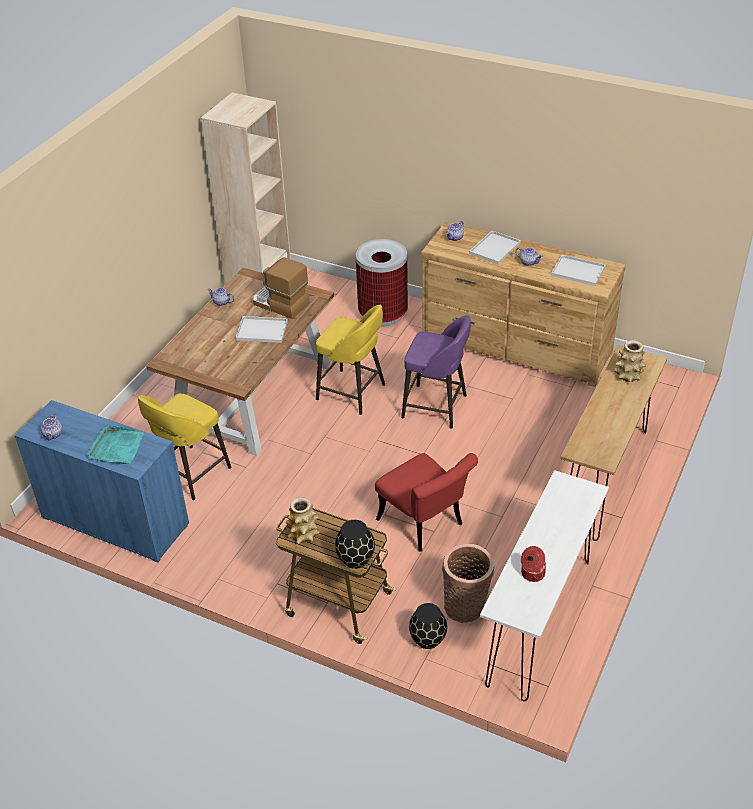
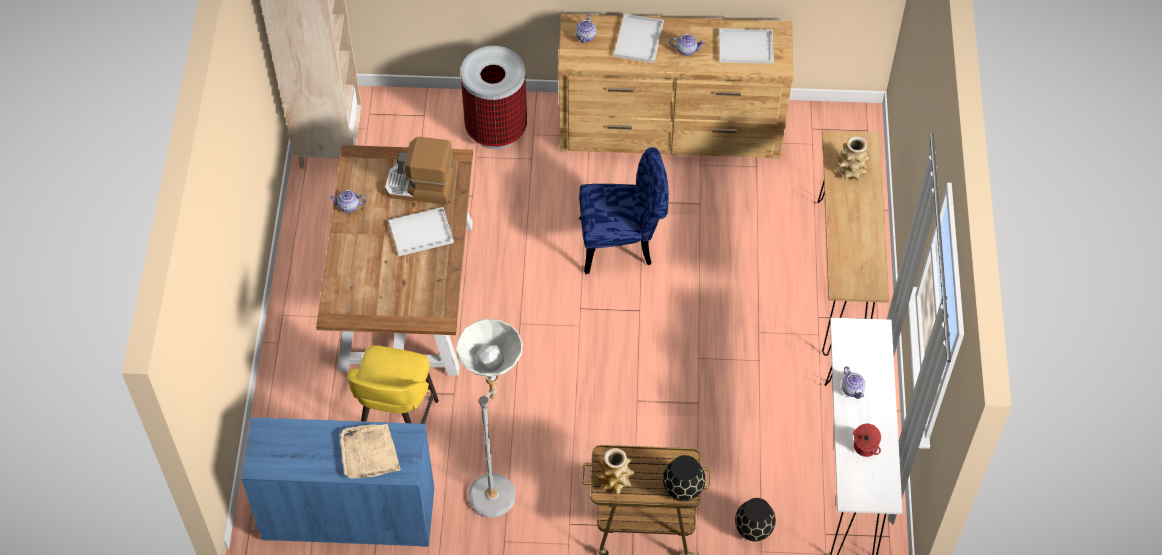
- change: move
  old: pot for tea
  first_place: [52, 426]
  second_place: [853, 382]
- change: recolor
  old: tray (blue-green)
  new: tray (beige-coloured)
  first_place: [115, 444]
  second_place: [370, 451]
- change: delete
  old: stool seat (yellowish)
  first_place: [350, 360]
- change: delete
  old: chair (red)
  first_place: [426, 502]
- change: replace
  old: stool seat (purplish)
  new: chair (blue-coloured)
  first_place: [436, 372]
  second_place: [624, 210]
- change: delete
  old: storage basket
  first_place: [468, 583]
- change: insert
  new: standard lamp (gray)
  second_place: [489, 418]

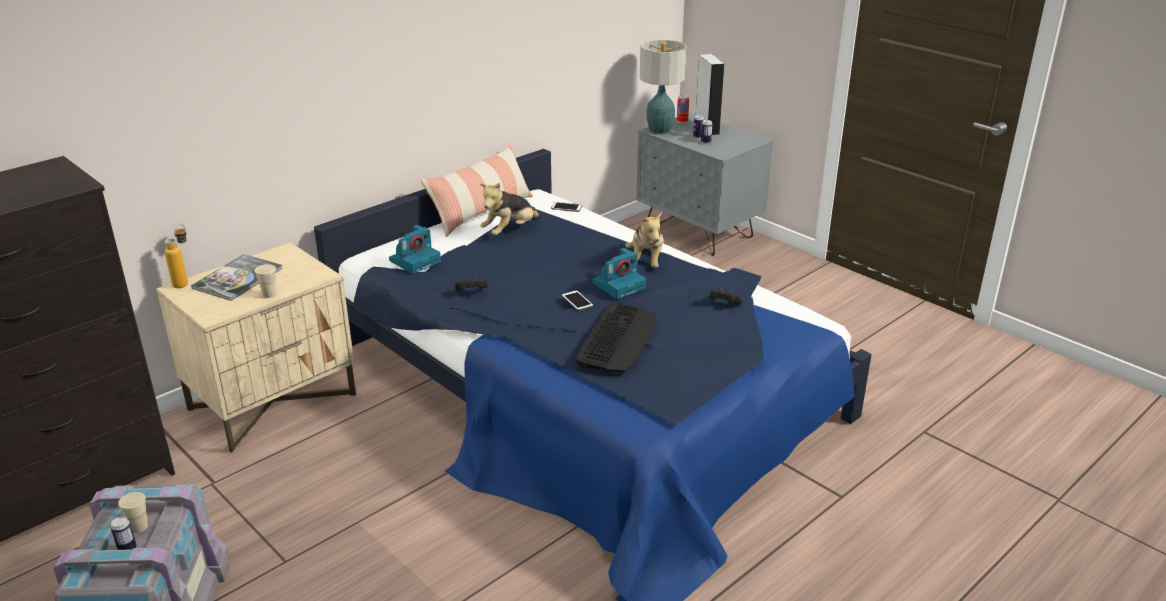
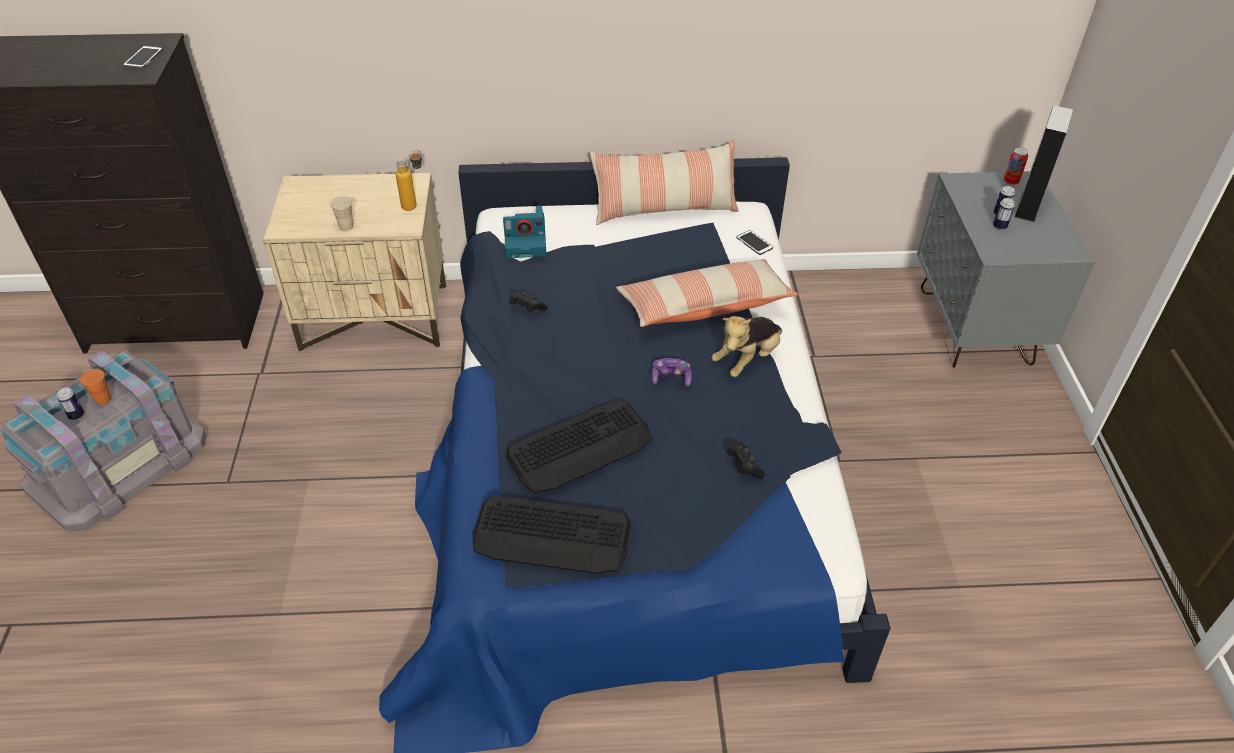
- change: recolor
  old: small cup (beige-coloured)
  new: small cup (orange)
  first_place: [133, 512]
  second_place: [95, 387]
- change: move
  old: beverage bottle
  first_place: [176, 256]
  second_place: [409, 180]
- change: delete
  old: volume
  first_place: [237, 277]
- change: delete
  old: plush toy
  first_place: [510, 209]
- change: move
  old: telephone
  first_place: [577, 300]
  second_place: [143, 57]
- change: replace
  old: photo camera
  new: joypad
  first_place: [619, 273]
  second_place: [671, 372]
- change: delete
  old: tabletop lamp
  first_place: [663, 87]
- change: insert
  new: PC keyboard
  second_place: [551, 535]
- change: insert
  new: throw pillow
  second_place: [707, 293]

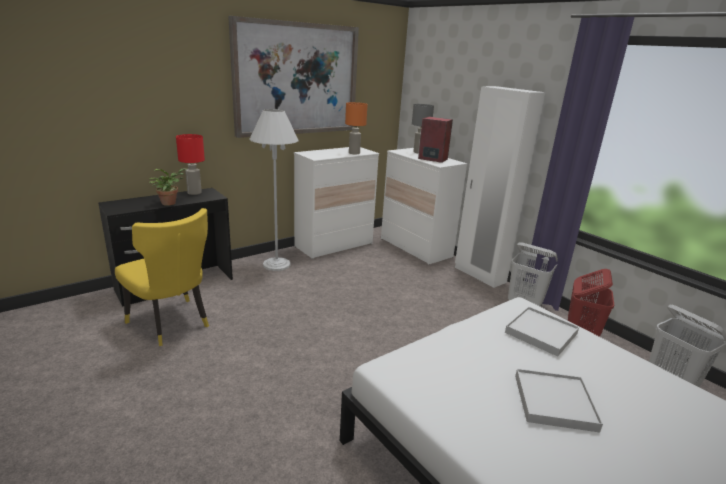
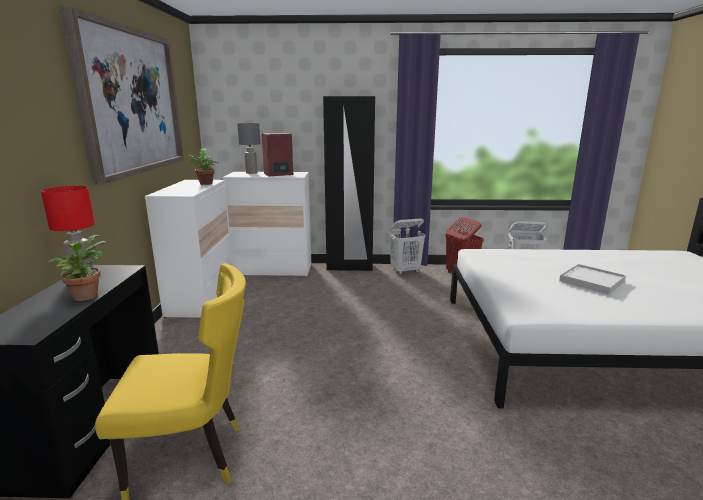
- change: delete
  old: standard lamp (whitish)
  first_place: [274, 190]
- change: replace
  old: tabletop lamp (orange)
  new: plant in a pot
  first_place: [356, 128]
  second_place: [202, 167]
- change: recolor
  old: armoire (whitish)
  new: armoire (black-coloured)
  first_place: [500, 187]
  second_place: [349, 183]
- change: delete
  old: tray (whitish)
  first_place: [542, 332]

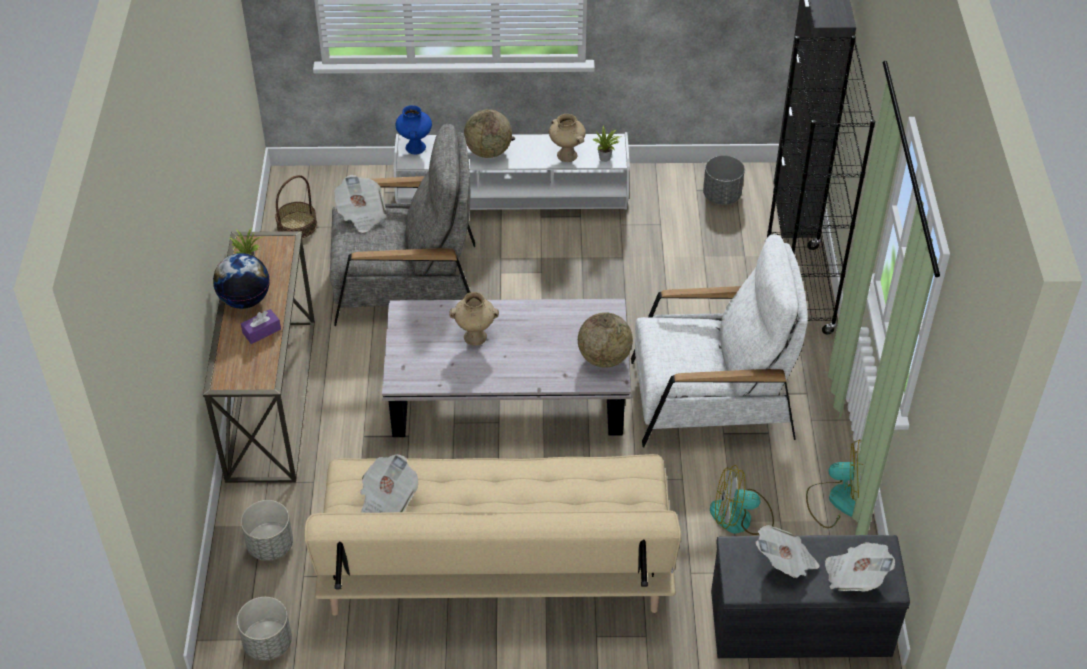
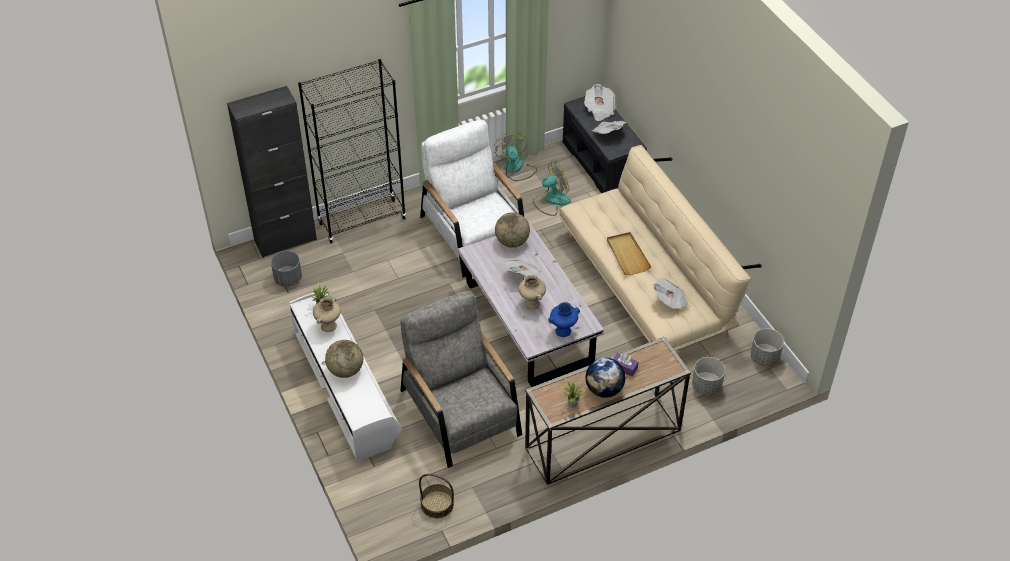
- change: move
  old: newspaper
  first_place: [360, 204]
  second_place: [522, 268]
- change: move
  old: decorative vase (blue-coloured)
  first_place: [414, 129]
  second_place: [564, 319]
- change: rotate
  old: electric fan
  first_place: [742, 500]
  second_place: [552, 188]
  degrees: -90
- change: insert
  new: tray (beige-coloured)
  second_place: [629, 253]

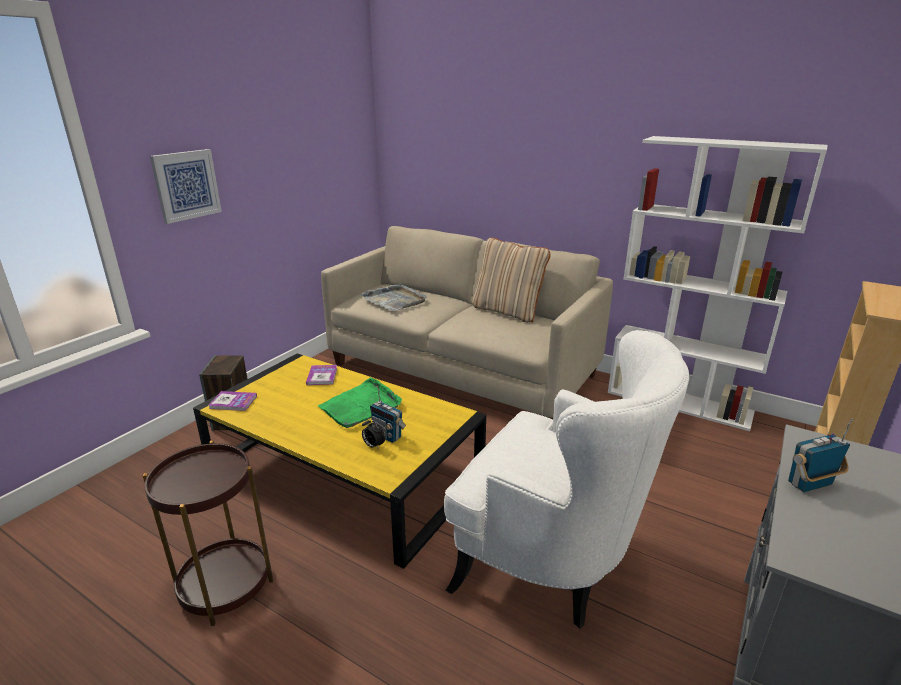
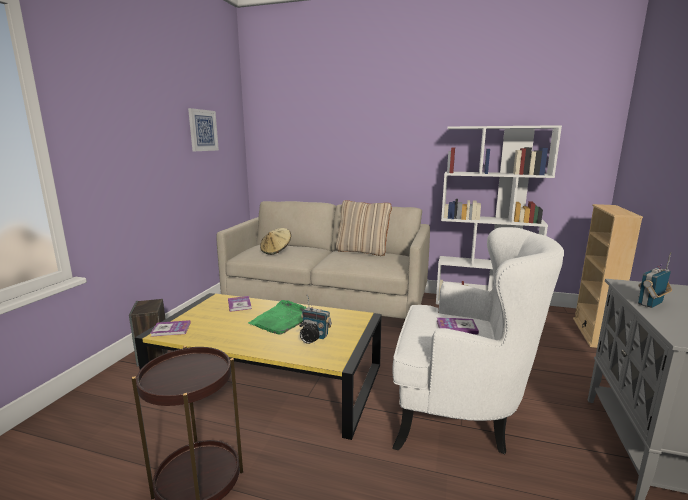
- change: move
  old: picture
  first_place: [186, 186]
  second_place: [203, 129]
- change: replace
  old: tray (gray)
  new: hat (beige-coloured)
  first_place: [394, 297]
  second_place: [275, 241]
- change: insert
  new: volume
  second_place: [458, 326]

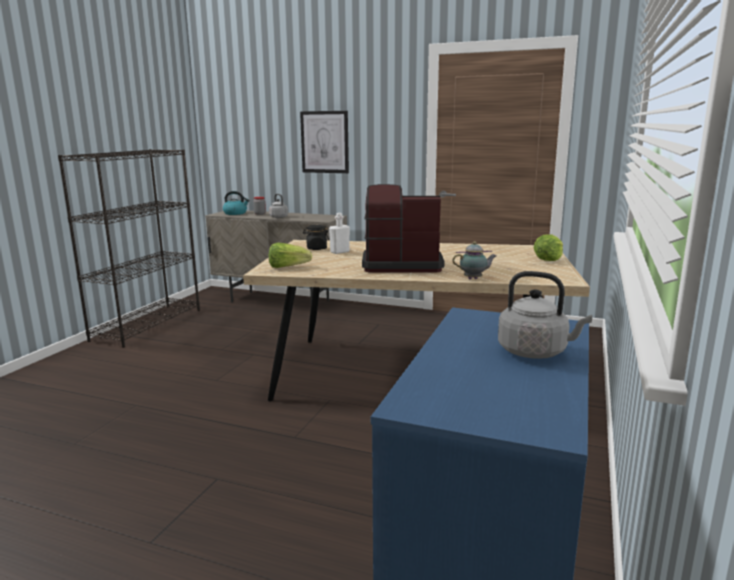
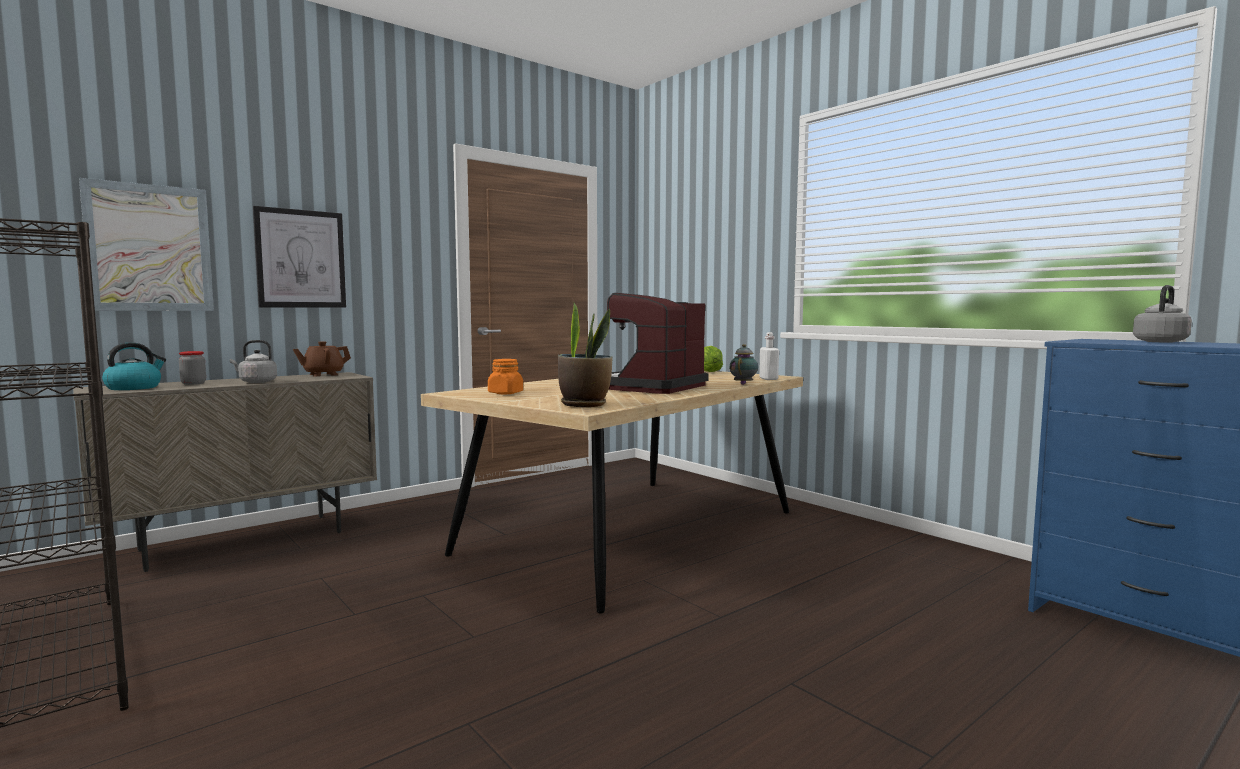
- change: replace
  old: lettuce head
  new: plant in a pot
  first_place: [290, 255]
  second_place: [585, 355]
- change: recolor
  old: preserve jar (black-coloured)
  new: preserve jar (orange)
  first_place: [316, 237]
  second_place: [505, 376]
- change: move
  old: beverage bottle (whitish)
  first_place: [339, 233]
  second_place: [769, 356]
- change: insert
  new: picture
  second_place: [146, 244]
- change: insert
  new: pot for tea (brownish)
  second_place: [322, 358]

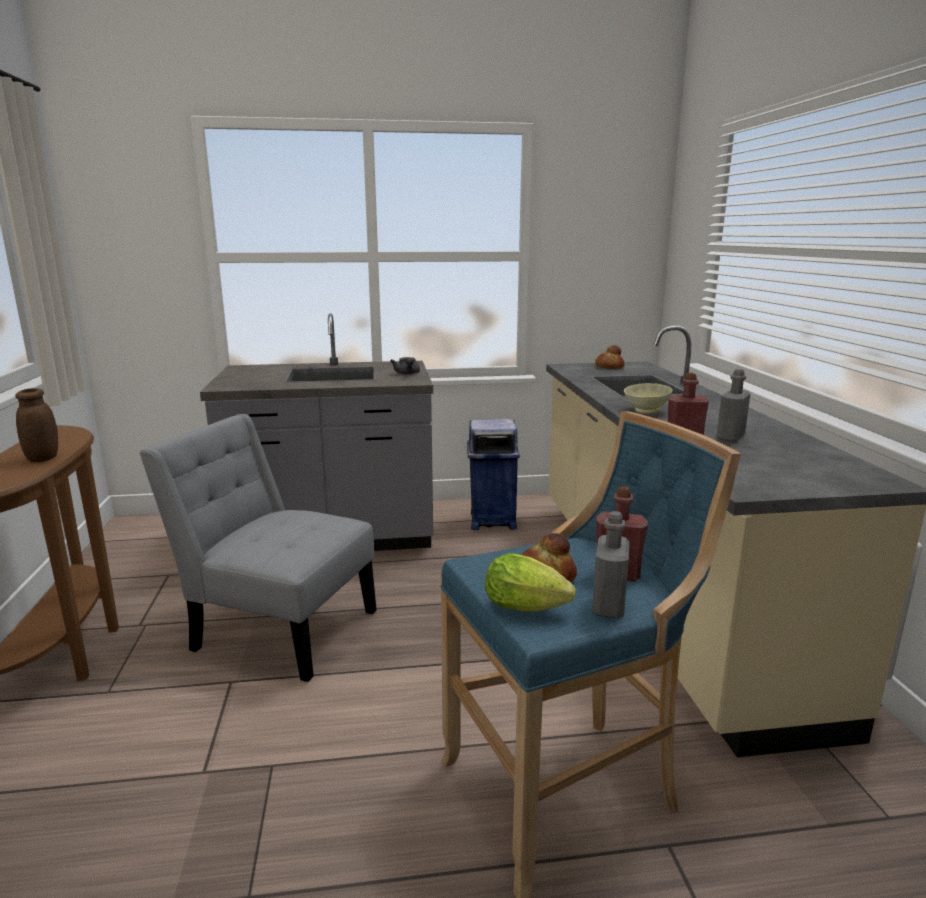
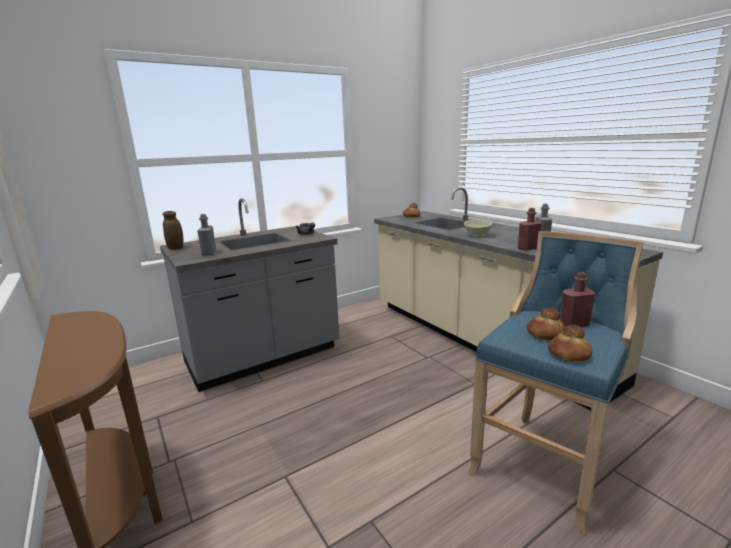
- change: move
  old: preserve jar (brownish)
  first_place: [36, 425]
  second_place: [173, 230]
- change: delete
  old: chair (gray)
  first_place: [258, 548]
- change: delete
  old: rubbish bin (blue-coloured)
  first_place: [493, 474]
- change: replace
  old: lettuce head
  new: bread
  first_place: [530, 582]
  second_place: [570, 343]
- change: move
  old: beverage bottle (gray)
  first_place: [610, 564]
  second_place: [207, 234]

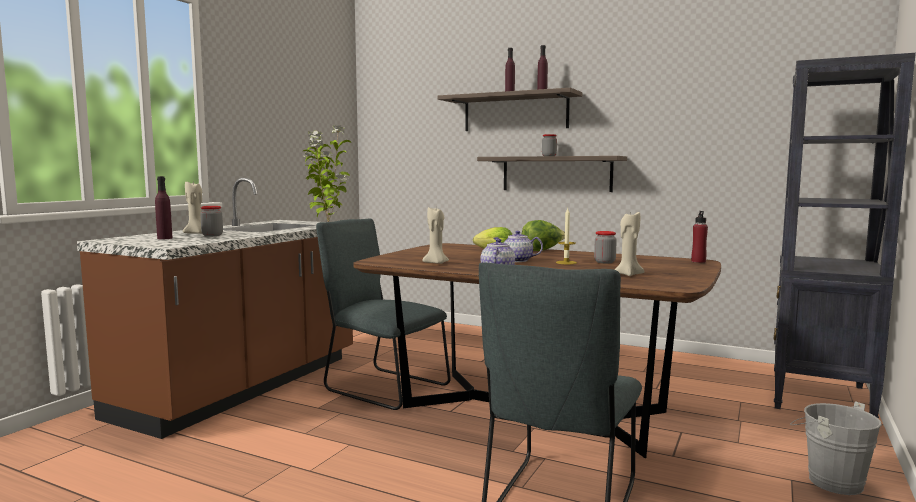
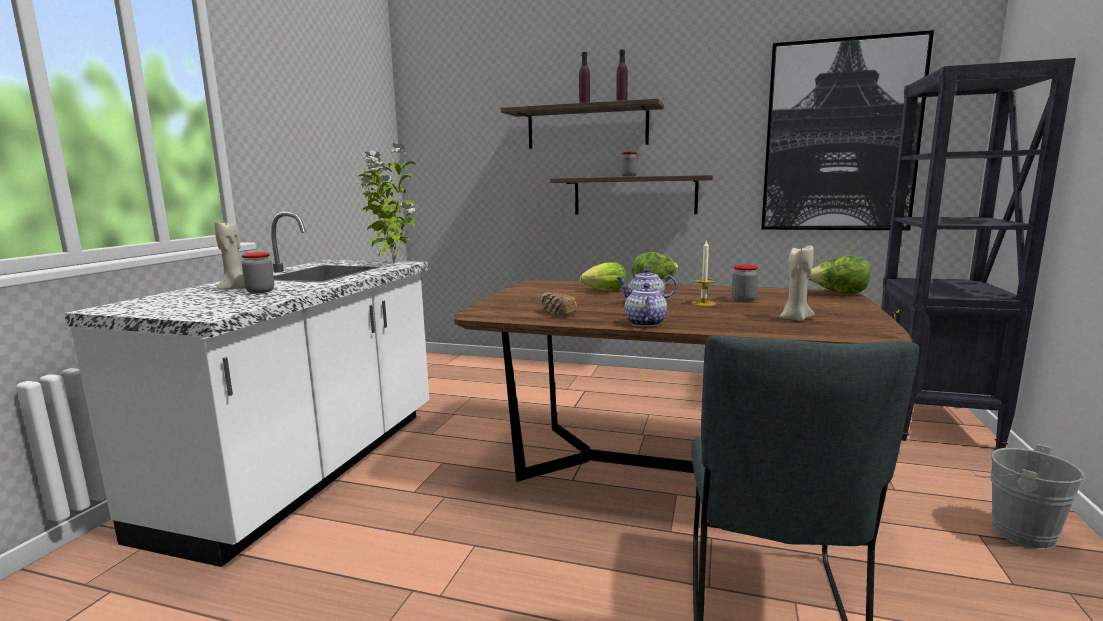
- change: recolor
  old: kitchen counter (brownish)
  new: kitchen counter (whitish)
  first_place: [215, 308]
  second_place: [246, 389]
- change: delete
  old: beverage bottle (purplish)
  first_place: [164, 207]
- change: delete
  old: chair (gray)
  first_place: [383, 314]
- change: replace
  old: wax candle (beige-coloured)
  new: bread
  first_place: [435, 235]
  second_place: [559, 304]
- change: replace
  old: beverage bottle (red)
  new: lettuce head
  first_place: [699, 237]
  second_place: [839, 274]
- change: insert
  new: picture
  second_place: [847, 130]

